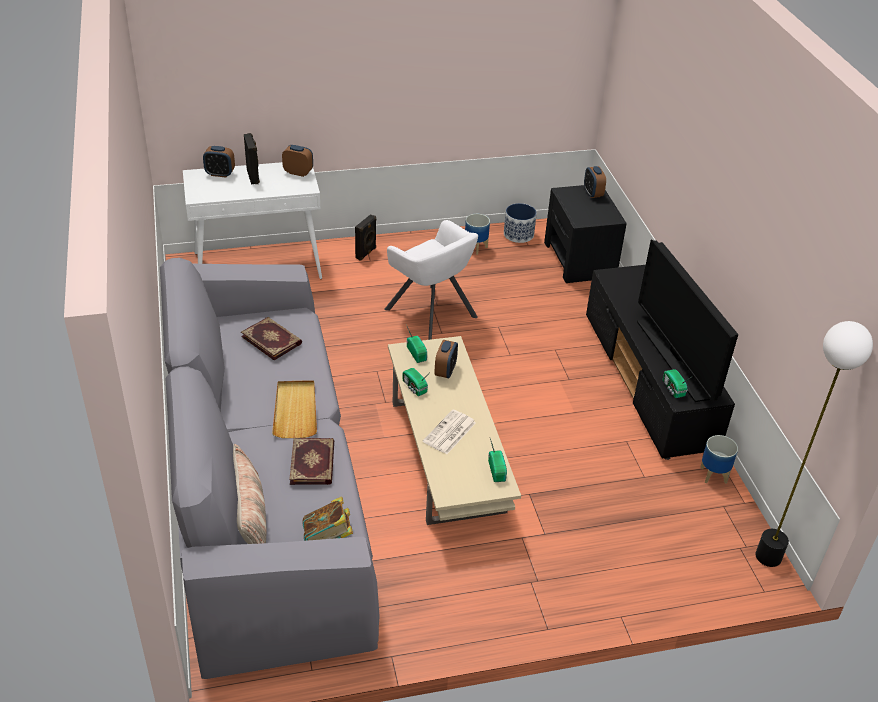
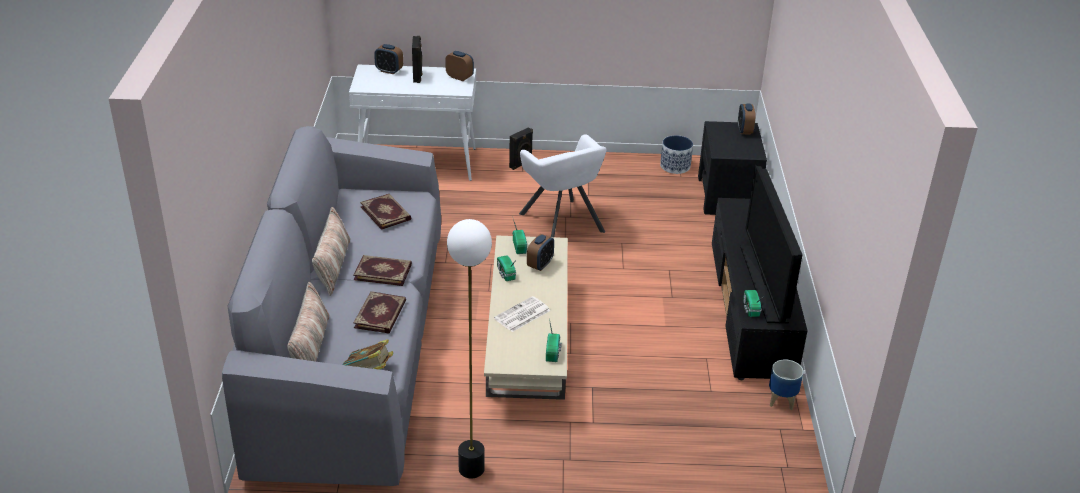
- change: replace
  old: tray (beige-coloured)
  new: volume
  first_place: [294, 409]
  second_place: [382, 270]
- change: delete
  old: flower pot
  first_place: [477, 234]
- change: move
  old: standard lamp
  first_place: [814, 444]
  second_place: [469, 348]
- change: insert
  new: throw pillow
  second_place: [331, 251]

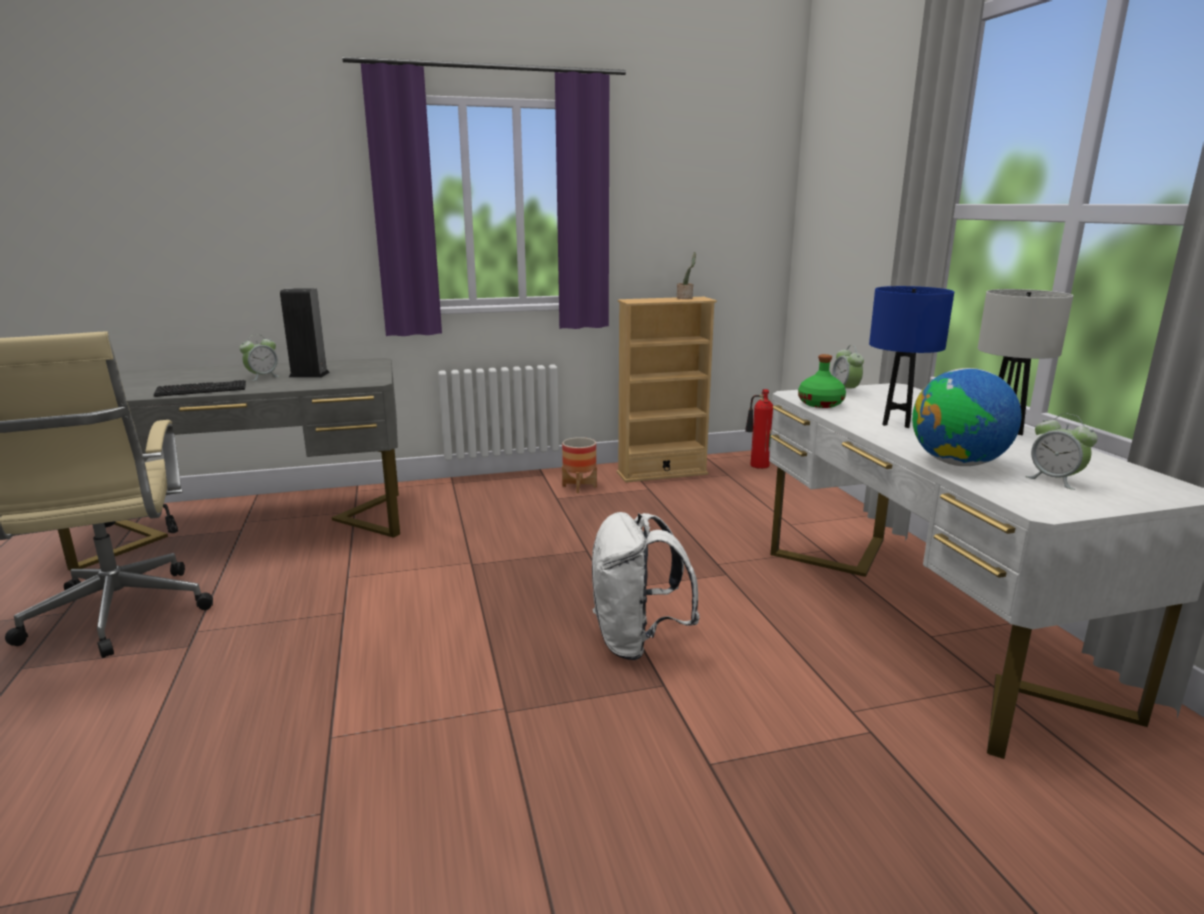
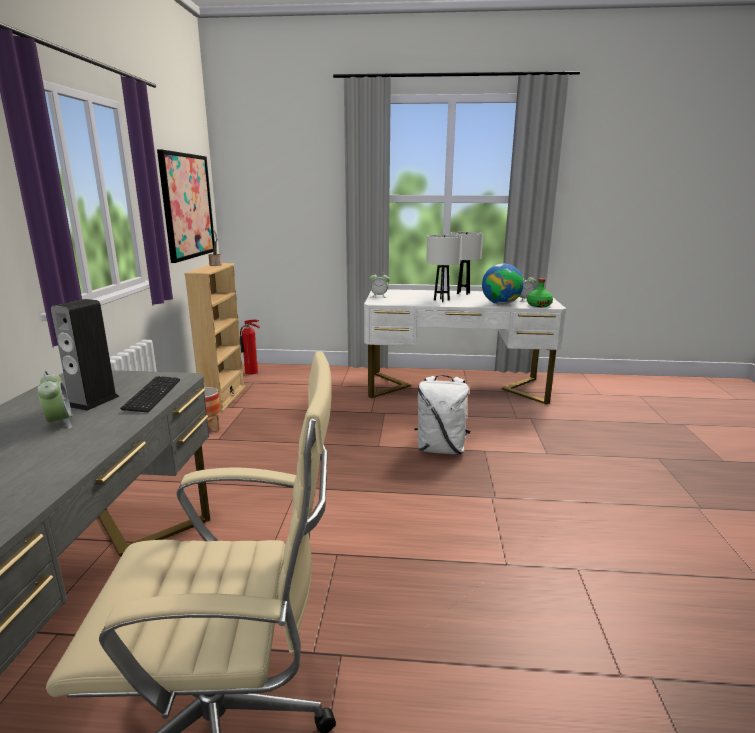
- change: move
  old: PC keyboard
  first_place: [200, 388]
  second_place: [150, 394]
- change: move
  old: beverage bottle (greenish)
  first_place: [822, 381]
  second_place: [540, 292]
- change: recolor
  old: tabletop lamp (blue-coloured)
  new: tabletop lamp (whitish)
  first_place: [911, 357]
  second_place: [444, 268]
- change: insert
  new: picture
  second_place: [186, 206]

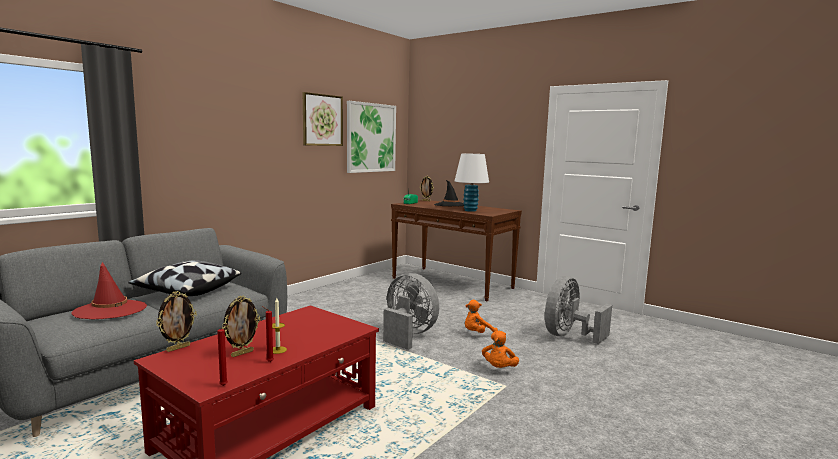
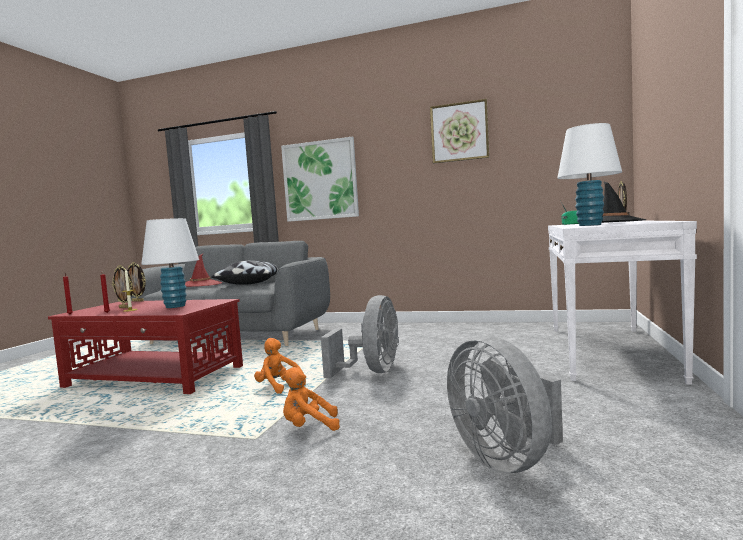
- change: move
  old: picture
  first_place: [371, 137]
  second_place: [320, 179]
- change: recolor
  old: narrow table (brownish)
  new: narrow table (whitish)
  first_place: [456, 250]
  second_place: [622, 303]
- change: move
  old: plush toy (orange)
  first_place: [481, 316]
  second_place: [280, 366]
- change: rotate
  old: electric fan (gray)
  first_place: [578, 310]
  second_place: [505, 404]
  degrees: -135
- change: insert
  new: tabletop lamp (whitish)
  second_place: [170, 263]

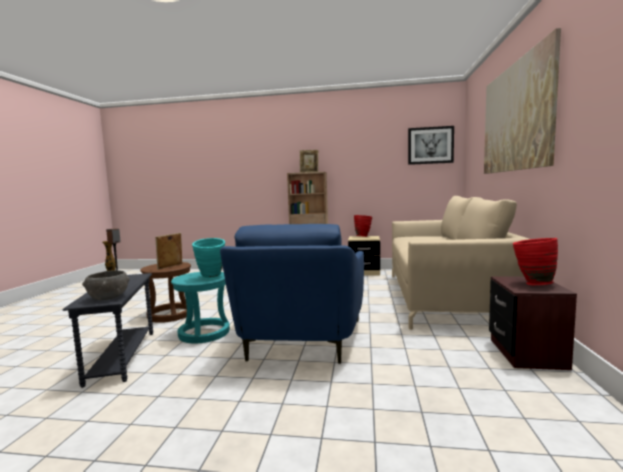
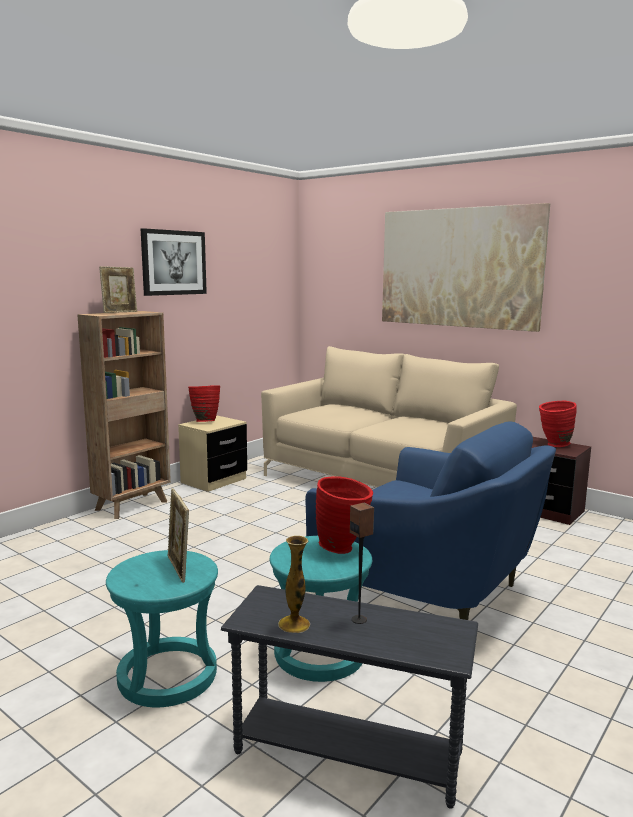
- change: delete
  old: serving bowl (gray)
  first_place: [106, 285]
- change: recolor
  old: stool seat (brownish)
  new: stool seat (blue-green)
  first_place: [165, 292]
  second_place: [162, 628]
- change: recolor
  old: decorative vase (blue-green)
  new: decorative vase (red)
  first_place: [208, 258]
  second_place: [344, 515]
- change: move
  old: picture
  first_place: [431, 145]
  second_place: [174, 262]

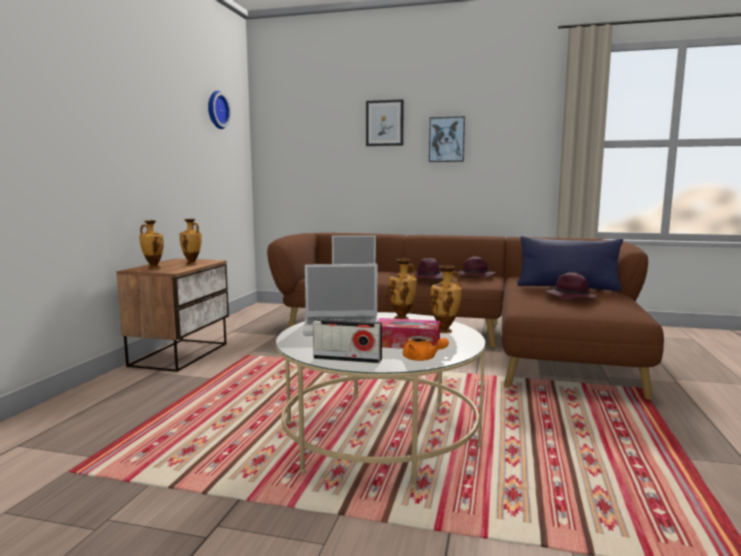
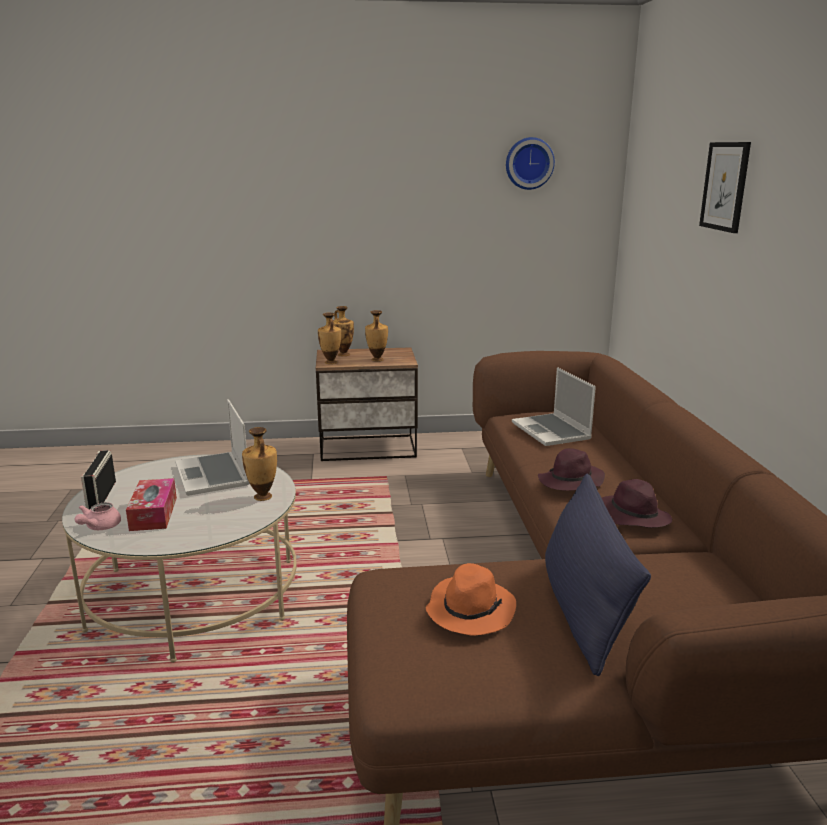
- change: recolor
  old: pot for tea (orange)
  new: pot for tea (pinkish)
  first_place: [426, 348]
  second_place: [98, 516]
- change: delete
  old: picture
  first_place: [447, 139]
- change: move
  old: decorative vase
  first_place: [446, 299]
  second_place: [329, 338]
- change: recolor
  old: hat (purplish)
  new: hat (orange)
  first_place: [572, 286]
  second_place: [471, 599]

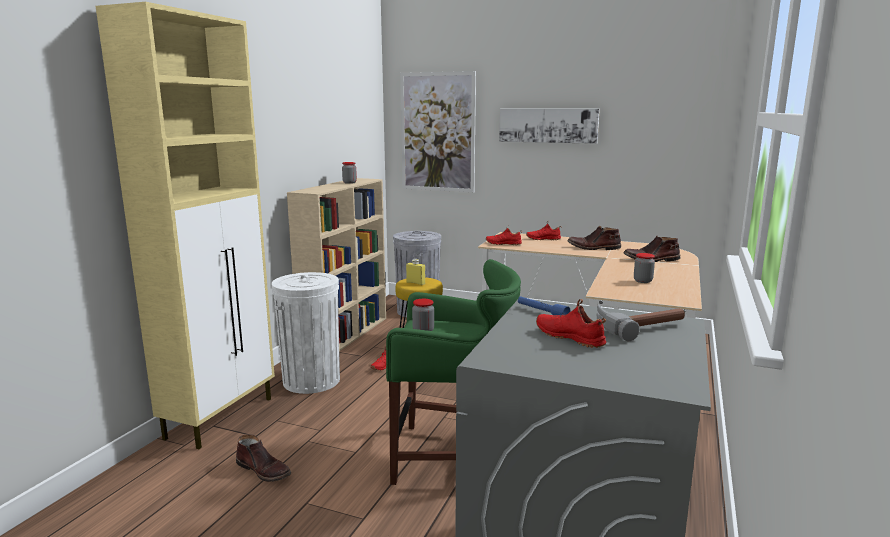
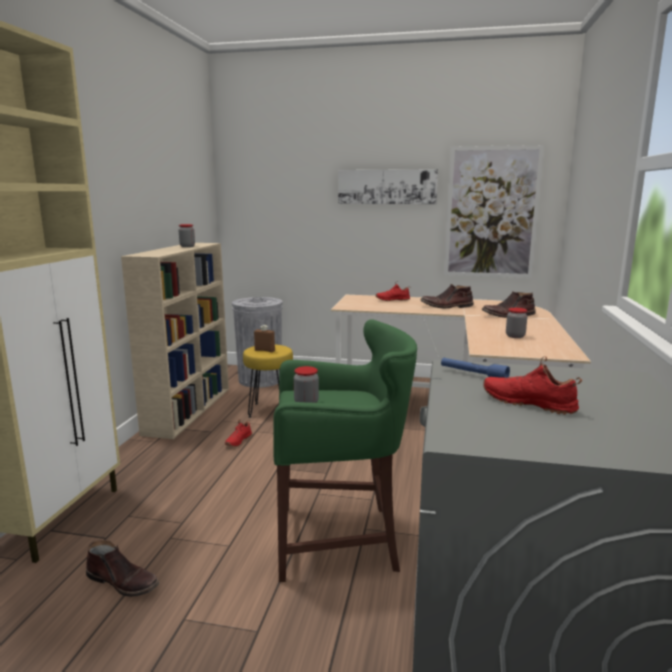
- change: delete
  old: rubbish bin (whitish)
  first_place: [305, 333]
- change: move
  old: picture
  first_place: [438, 131]
  second_place: [494, 211]
- change: recolor
  old: beverage bottle (yellowish)
  new: beverage bottle (brownish)
  first_place: [415, 272]
  second_place: [264, 338]
- change: delete
  old: item of footwear (red)
  first_place: [504, 235]
- change: delete
  old: hammer
  first_place: [641, 323]

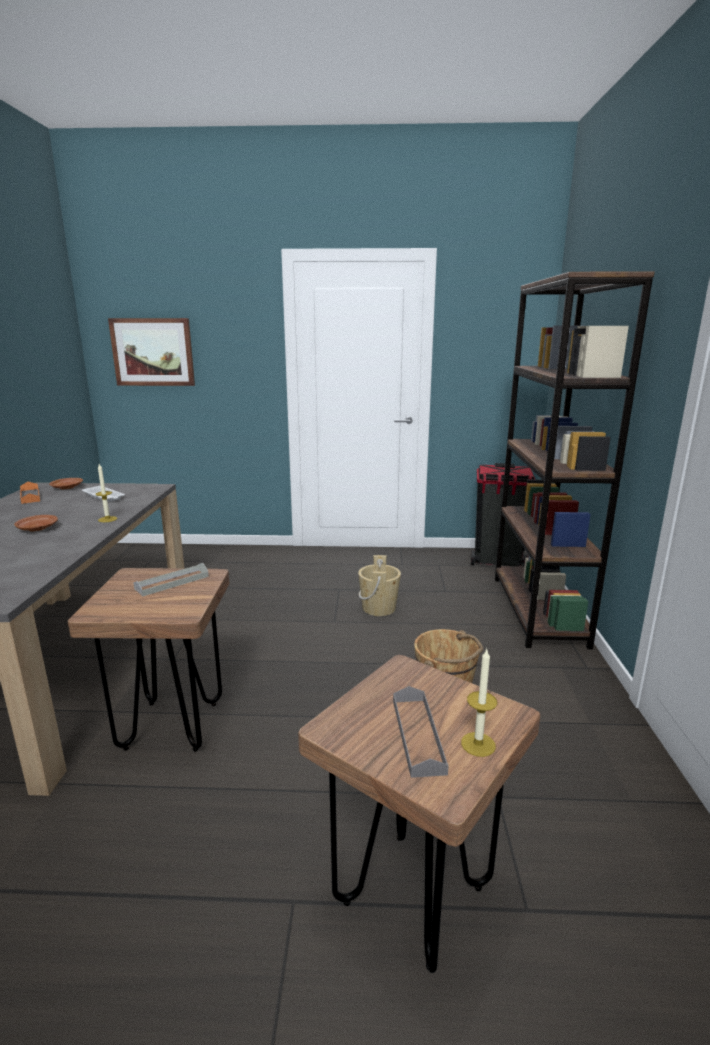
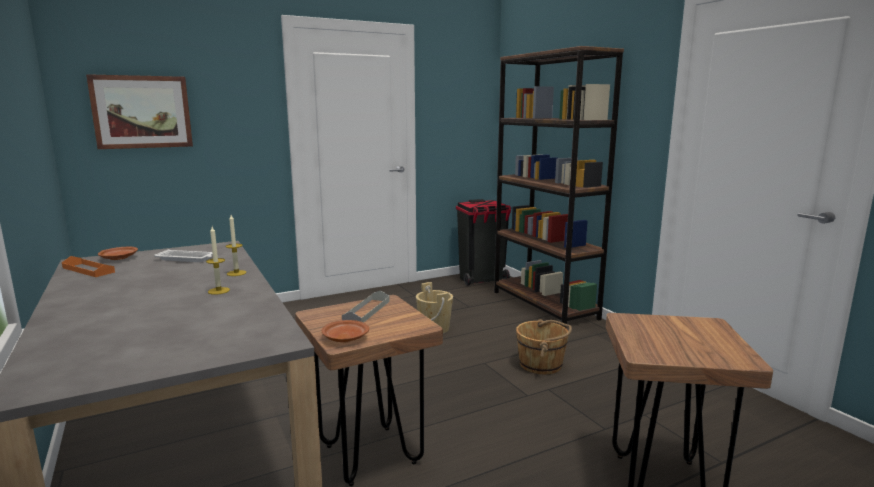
- change: move
  old: plate (brownish)
  first_place: [36, 523]
  second_place: [345, 331]
- change: delete
  old: tray (gray)
  first_place: [421, 732]
- change: move
  old: wax candle
  first_place: [479, 703]
  second_place: [218, 261]

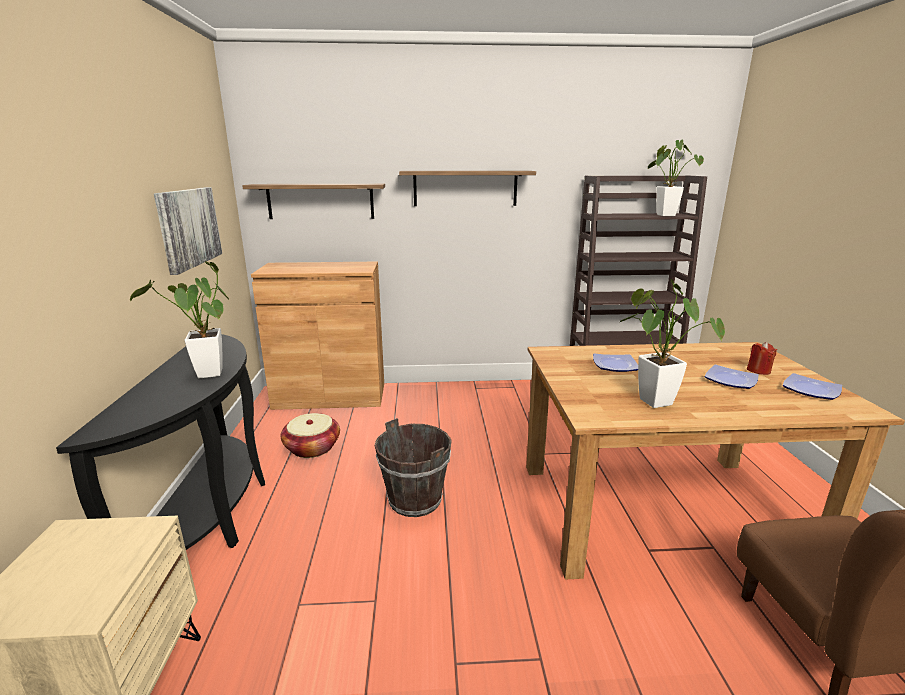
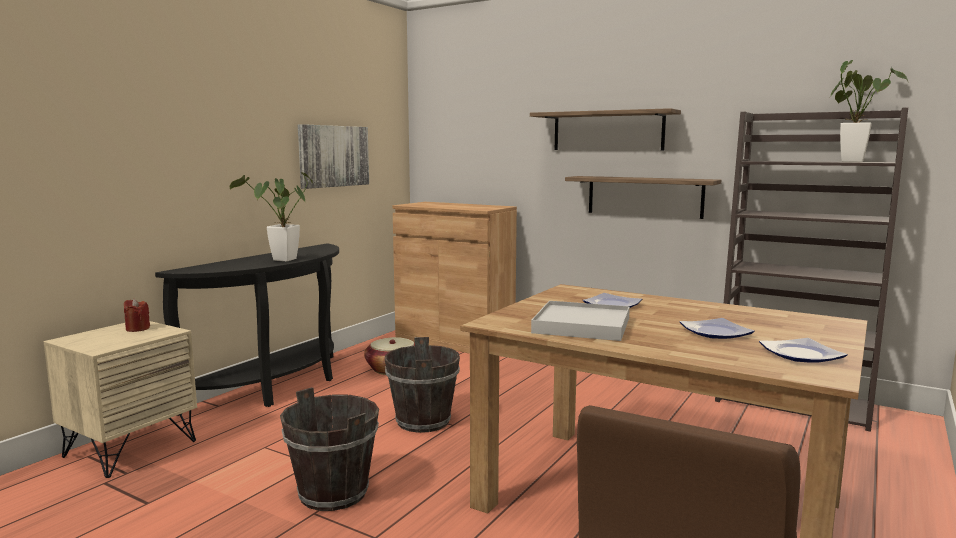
- change: move
  old: shelf
  first_place: [313, 201]
  second_place: [643, 197]
- change: replace
  old: plant in a pot
  new: tray (whitish)
  first_place: [672, 343]
  second_place: [580, 321]
- change: move
  old: wax candle (red)
  first_place: [762, 358]
  second_place: [137, 315]
- change: insert
  new: pail (brownish)
  second_place: [329, 449]

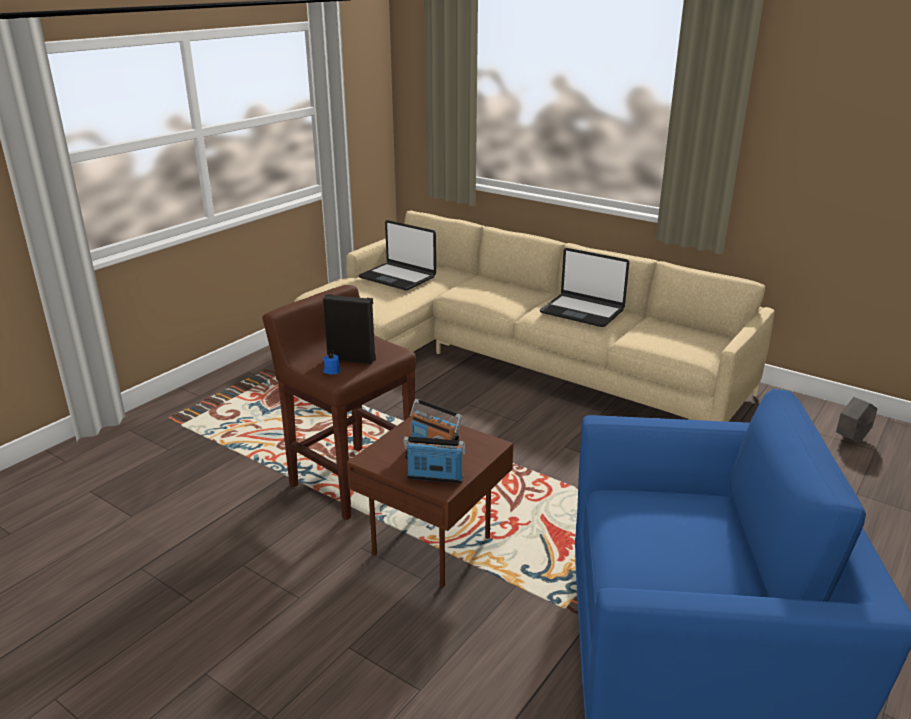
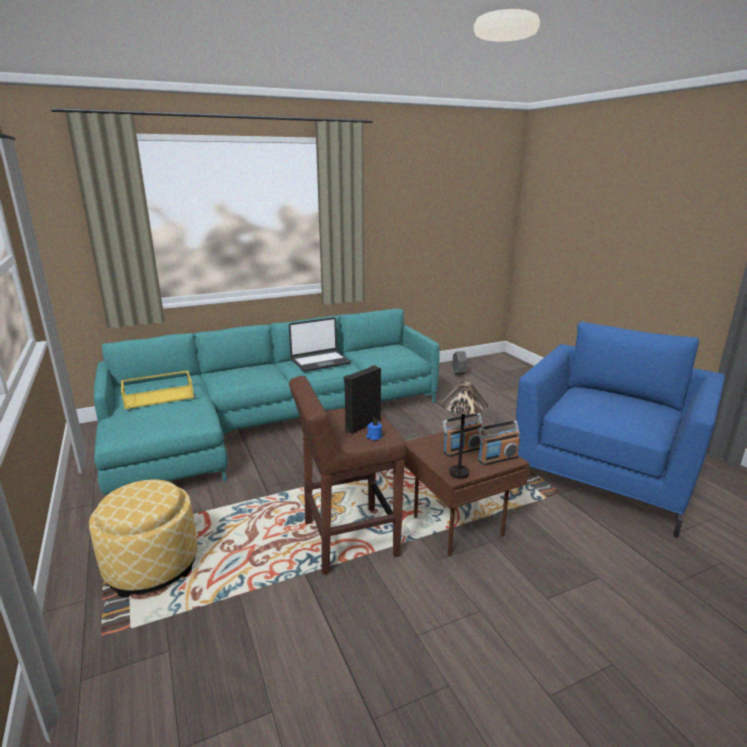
- change: recolor
  old: settee (beige-coloured)
  new: settee (blue-green)
  first_place: [534, 316]
  second_place: [267, 402]
- change: replace
  old: laptop
  new: tray (yellowish)
  first_place: [397, 255]
  second_place: [157, 389]
- change: rotate
  old: radio receiver
  first_place: [434, 459]
  second_place: [499, 443]
  degrees: -150
- change: insert
  new: pouffe
  second_place: [143, 538]
- change: insert
  new: tabletop lamp
  second_place: [464, 430]

